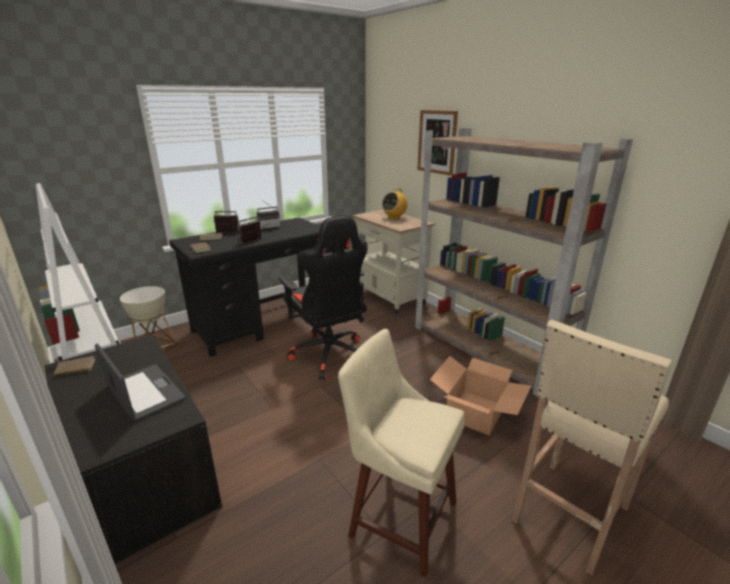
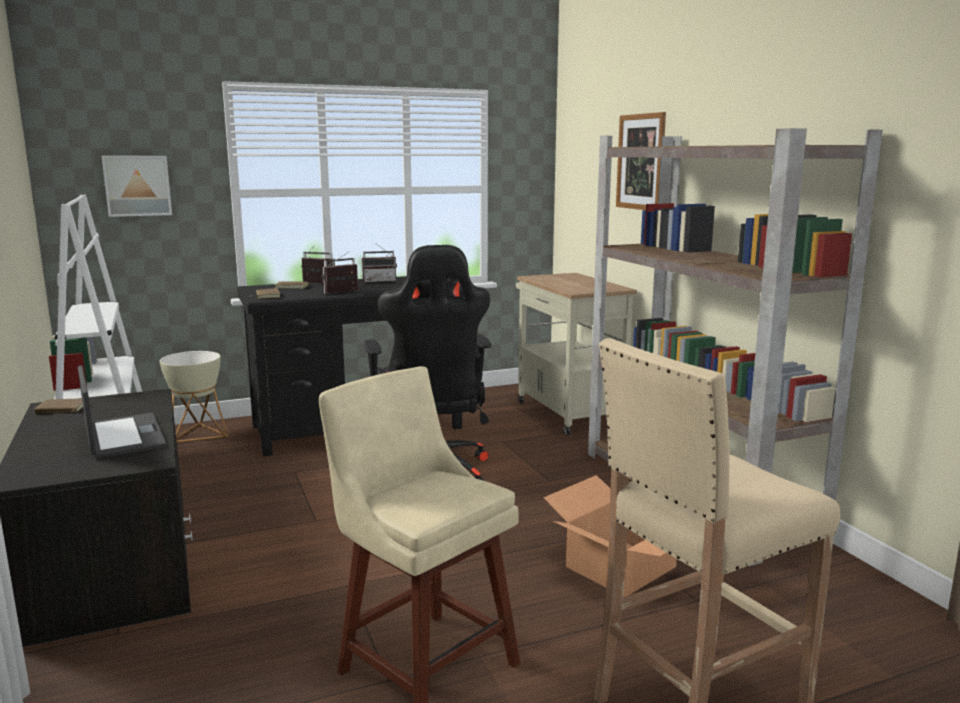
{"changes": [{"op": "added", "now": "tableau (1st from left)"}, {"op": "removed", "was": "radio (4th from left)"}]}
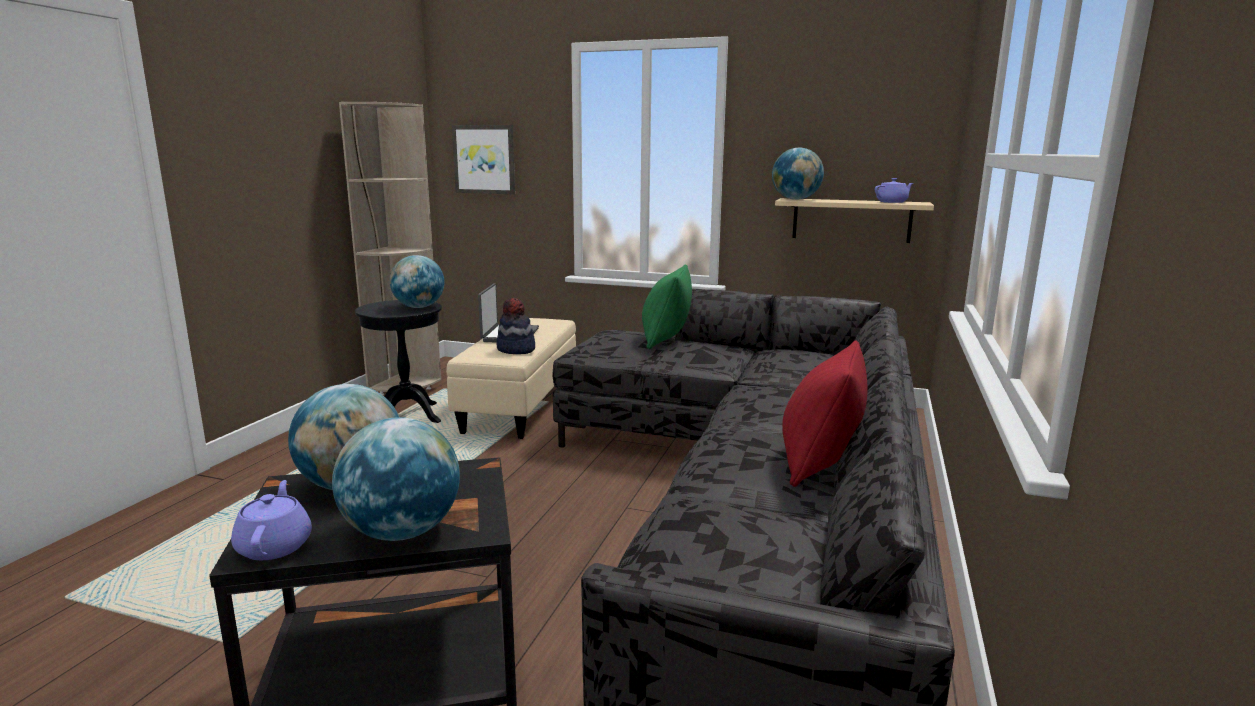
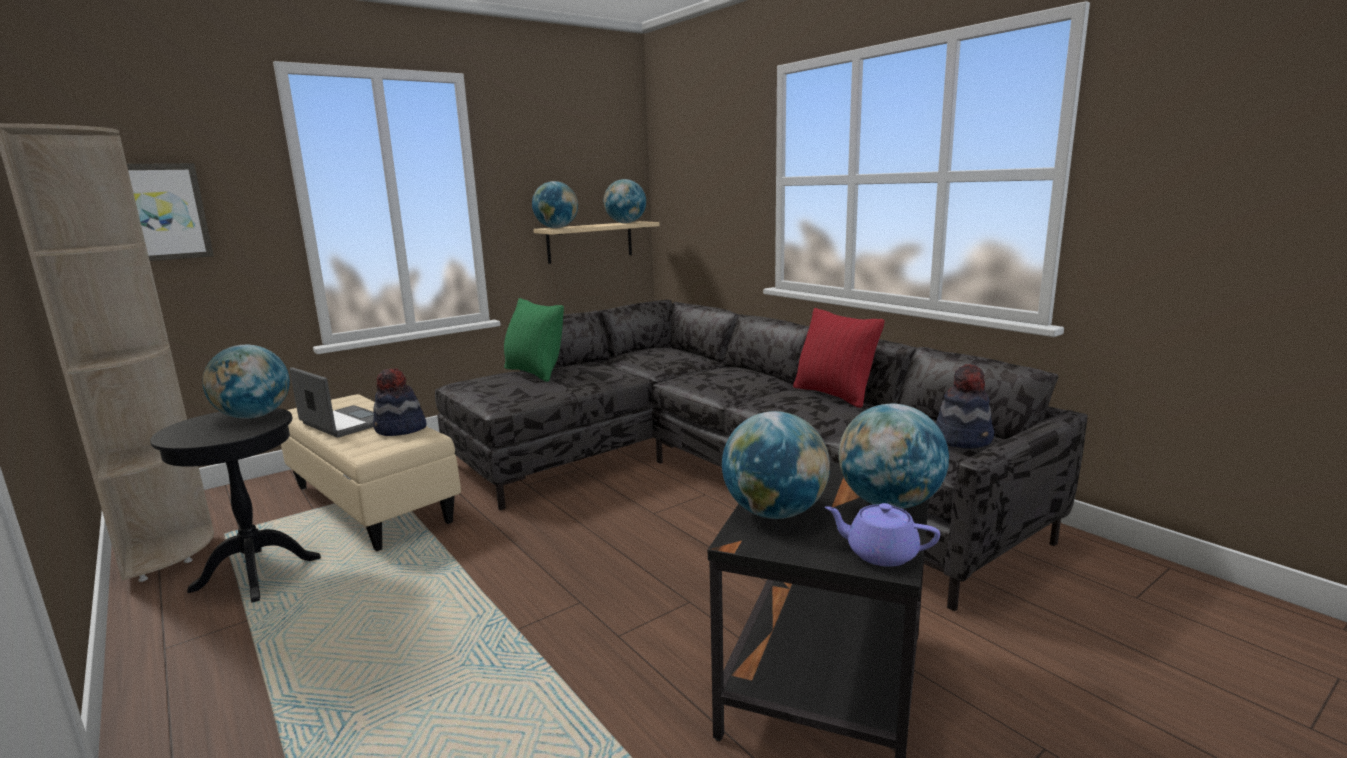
{"changes": [{"op": "replaced", "was": "théière [violet] (2nd from left)", "now": "globe (3rd from left)"}, {"op": "added", "now": "chapeau (2nd from left)"}]}
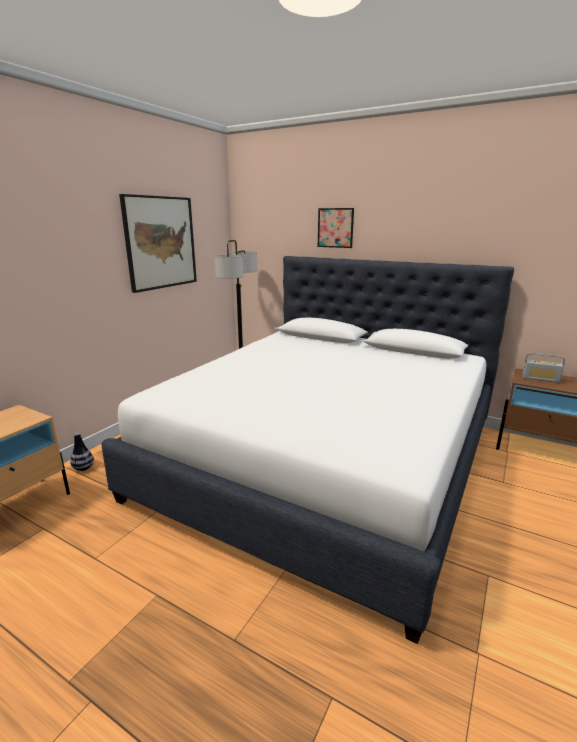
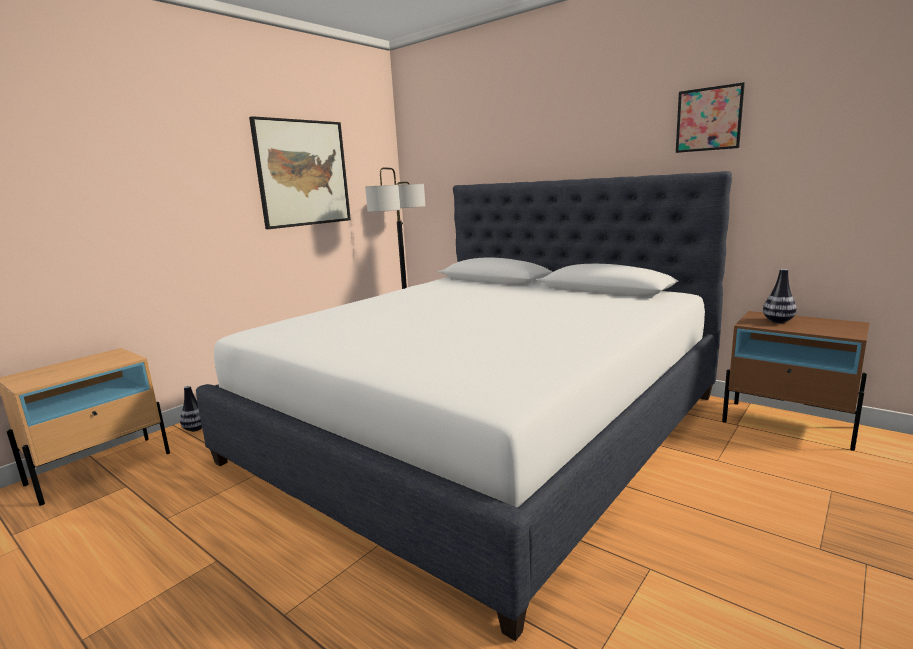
{"changes": [{"op": "moved", "was": "tableau (2nd from left)"}, {"op": "replaced", "was": "radio", "now": "vase (2nd from left)"}]}
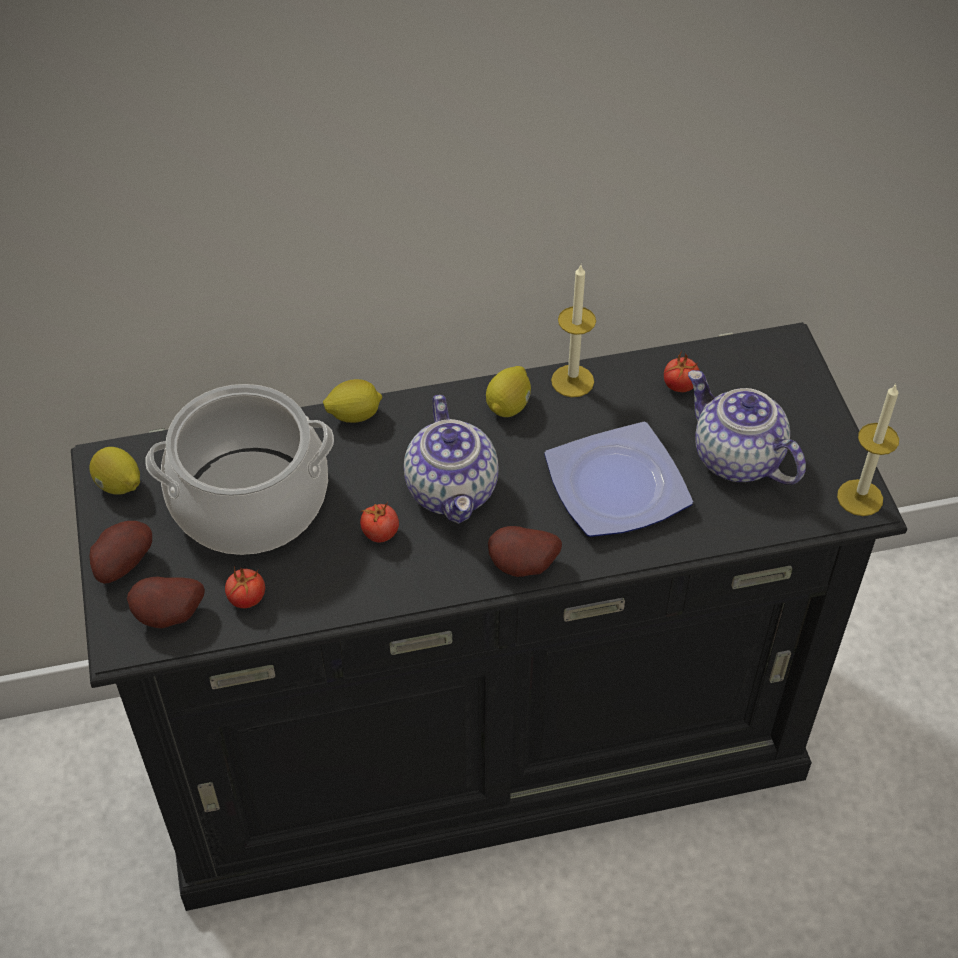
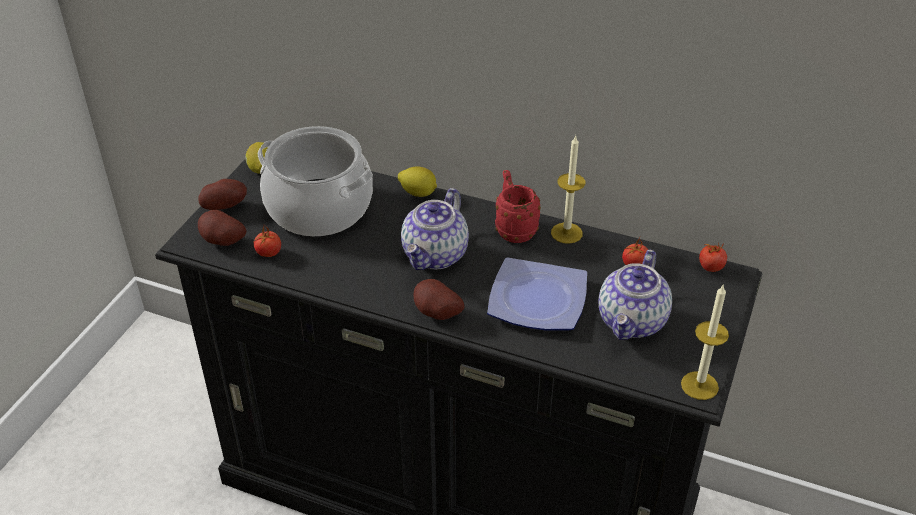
{"changes": [{"op": "replaced", "was": "citron (3rd from left)", "now": "mug [rouge]"}, {"op": "turned", "was": "théière (2nd from left)", "clockwise": -150}, {"op": "moved", "was": "tomate (2nd from left in the first image)", "now": "tomate (3rd from left)"}]}
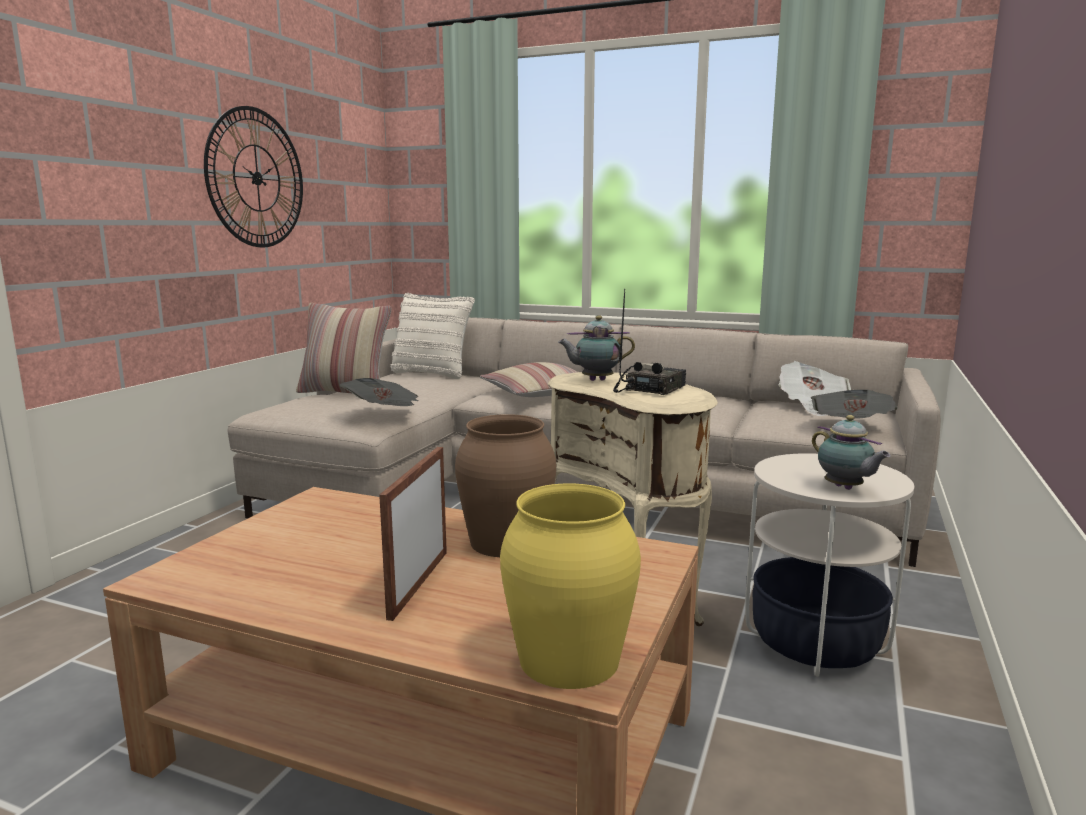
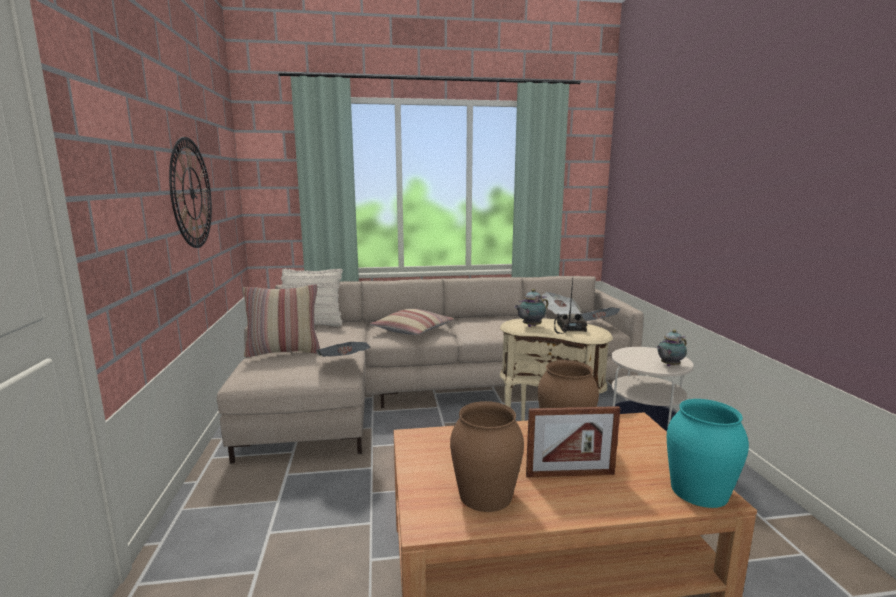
{"changes": [{"op": "added", "now": "vase [marron] (1st from left)"}, {"op": "turned", "was": "cadre photo", "clockwise": -75}, {"op": "turned", "was": "théière (2nd from left)", "clockwise": 120}, {"op": "recoloured", "was": "vase [jaune]", "now": "vase [turquoise]"}]}
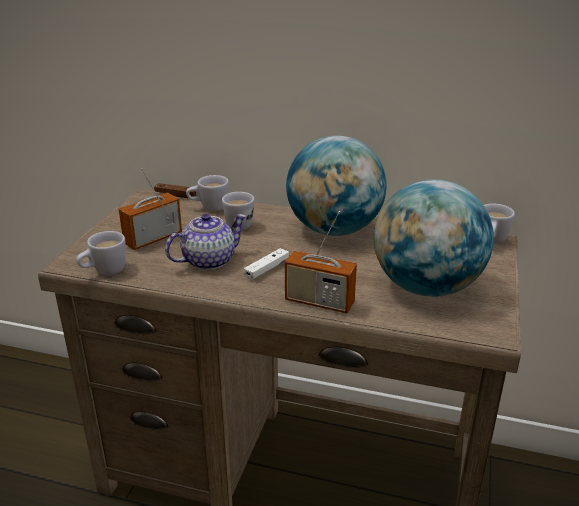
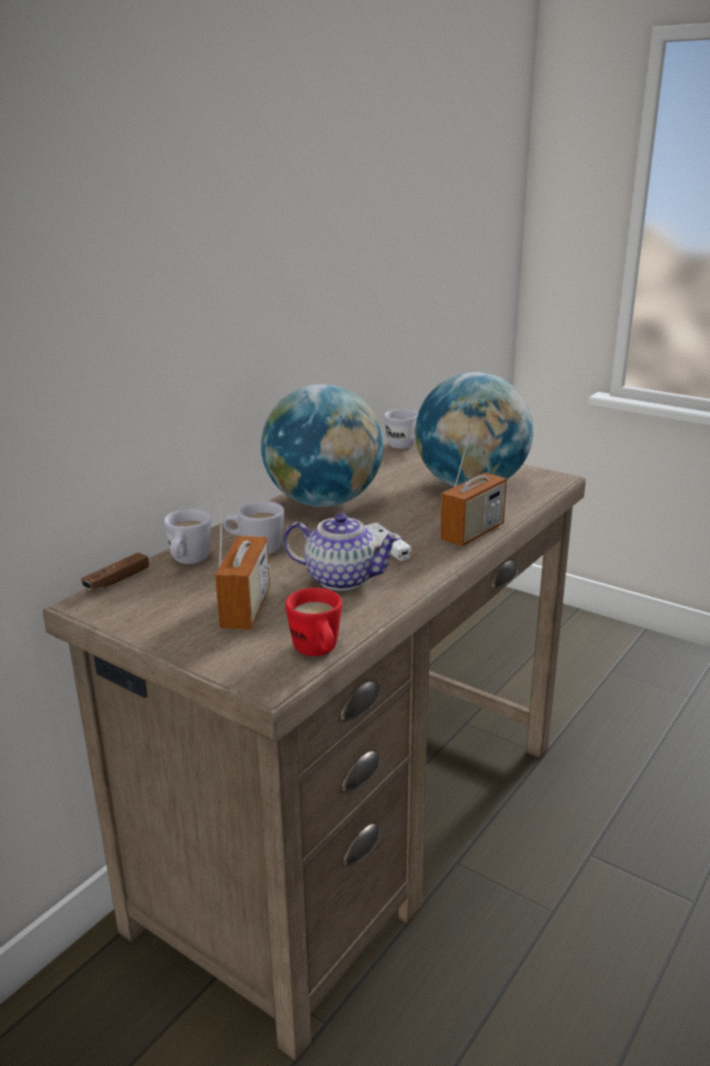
{"changes": [{"op": "turned", "was": "radio (1st from left)", "clockwise": -150}, {"op": "turned", "was": "théière", "clockwise": 120}, {"op": "recoloured", "was": "mug [blanc] (1st from left)", "now": "mug [rouge]"}]}
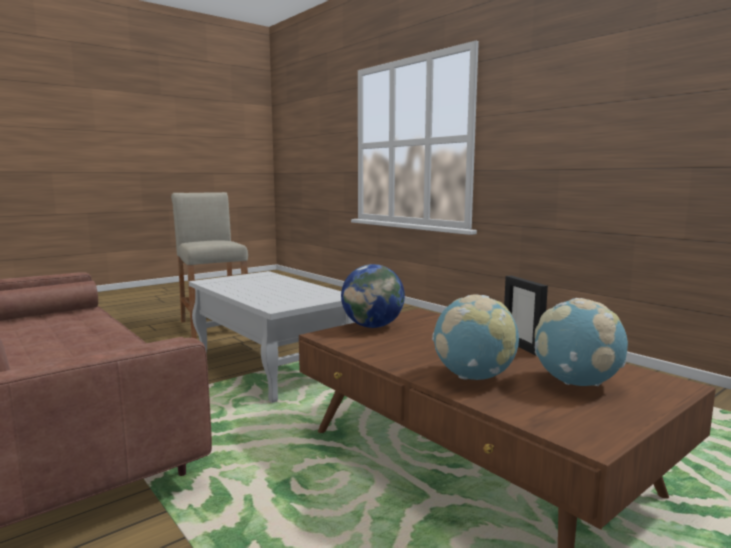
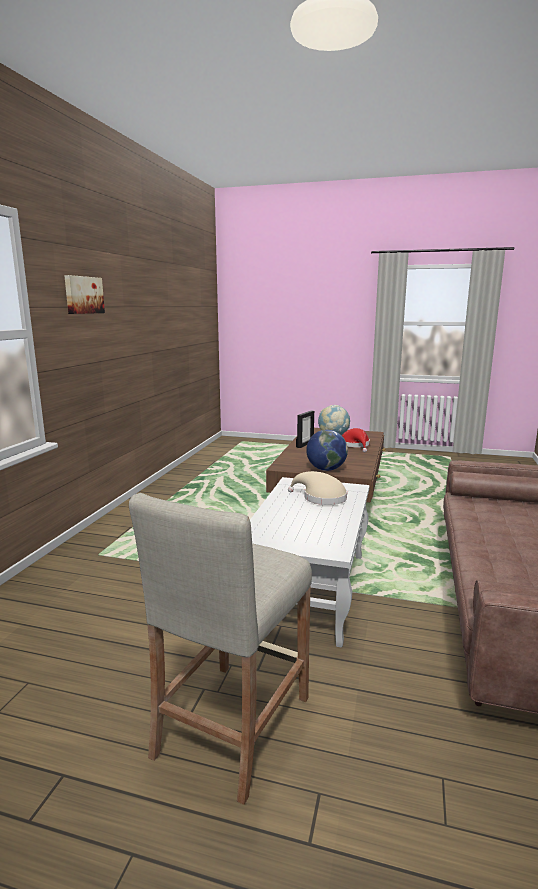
{"changes": [{"op": "added", "now": "tableau"}, {"op": "added", "now": "chapeau [beige]"}, {"op": "replaced", "was": "globe (2nd from left)", "now": "chapeau [rouge]"}]}
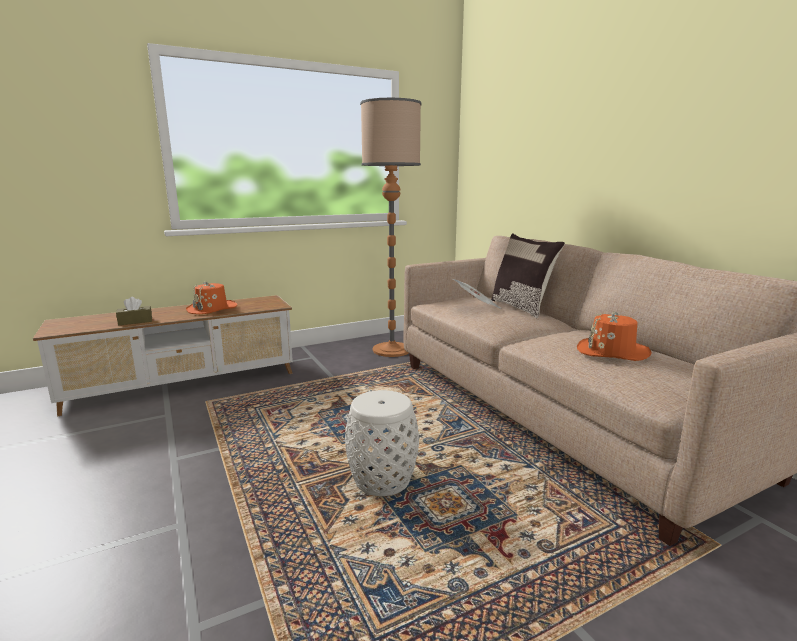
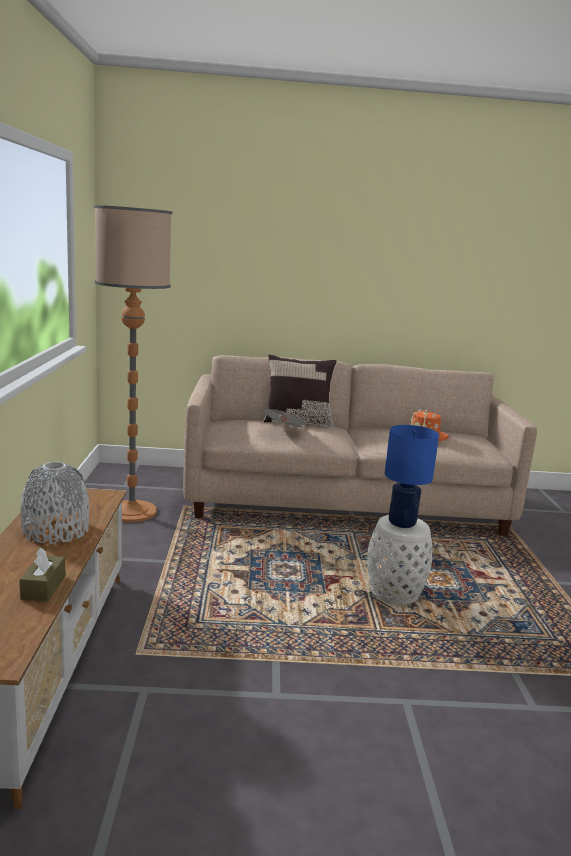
{"changes": [{"op": "replaced", "was": "chapeau [orange] (1st from left)", "now": "vase [gris]"}, {"op": "added", "now": "lampe de table [bleu]"}]}
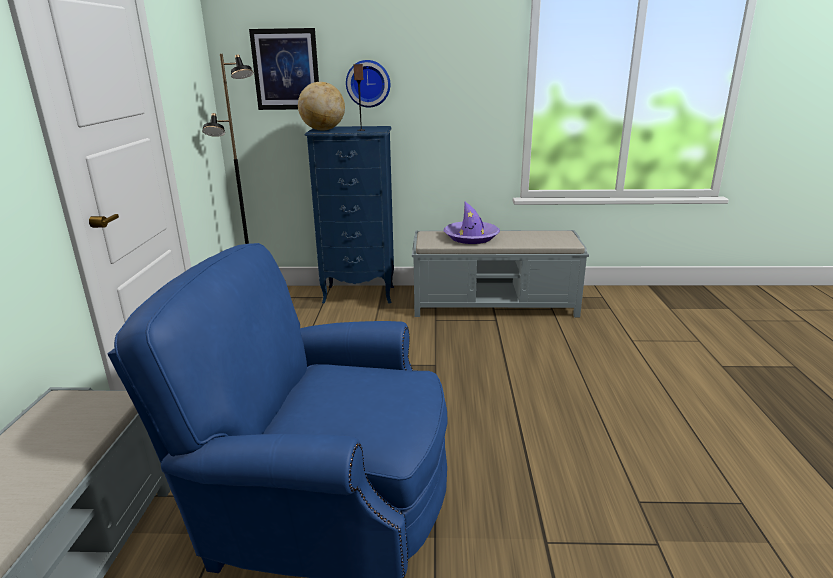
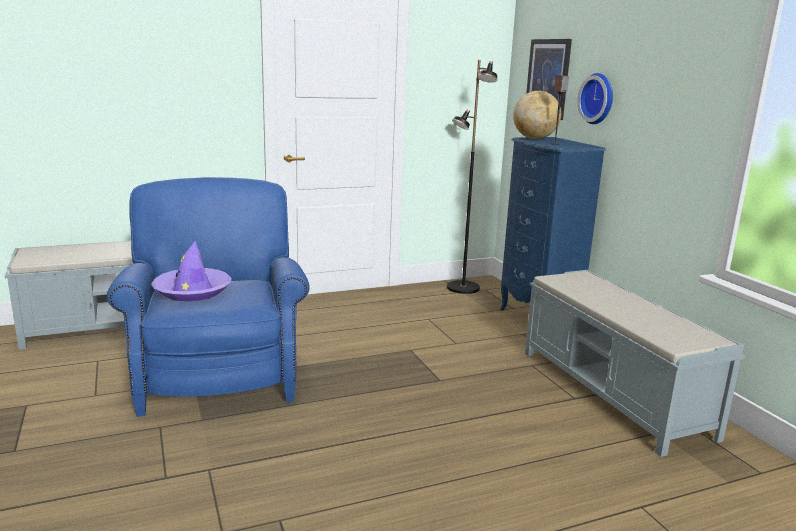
{"changes": [{"op": "moved", "was": "chapeau [violet]"}]}
